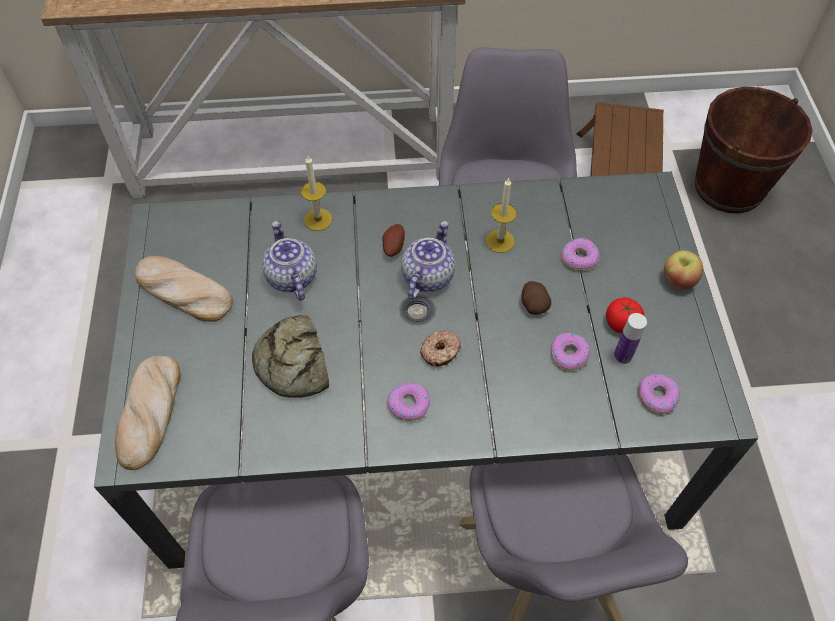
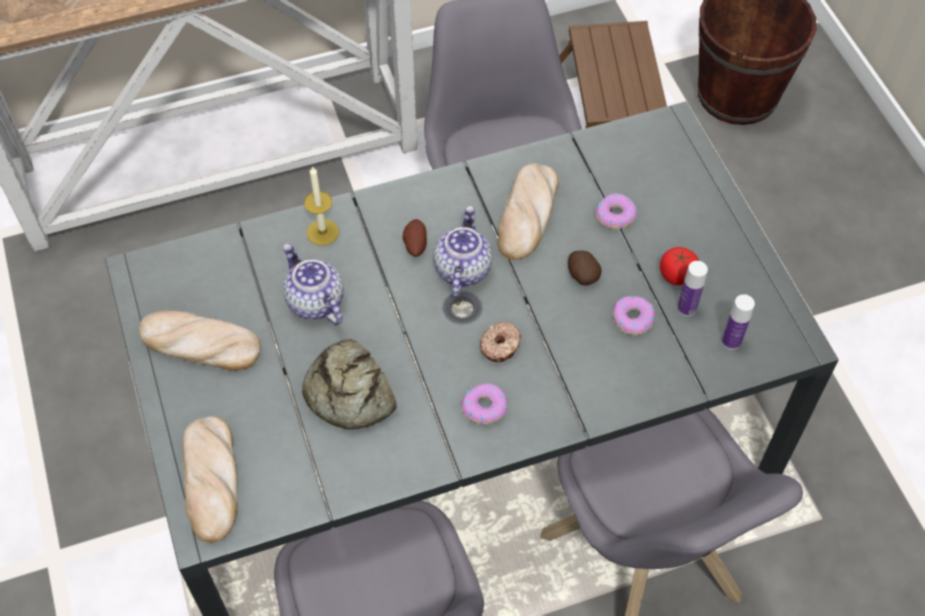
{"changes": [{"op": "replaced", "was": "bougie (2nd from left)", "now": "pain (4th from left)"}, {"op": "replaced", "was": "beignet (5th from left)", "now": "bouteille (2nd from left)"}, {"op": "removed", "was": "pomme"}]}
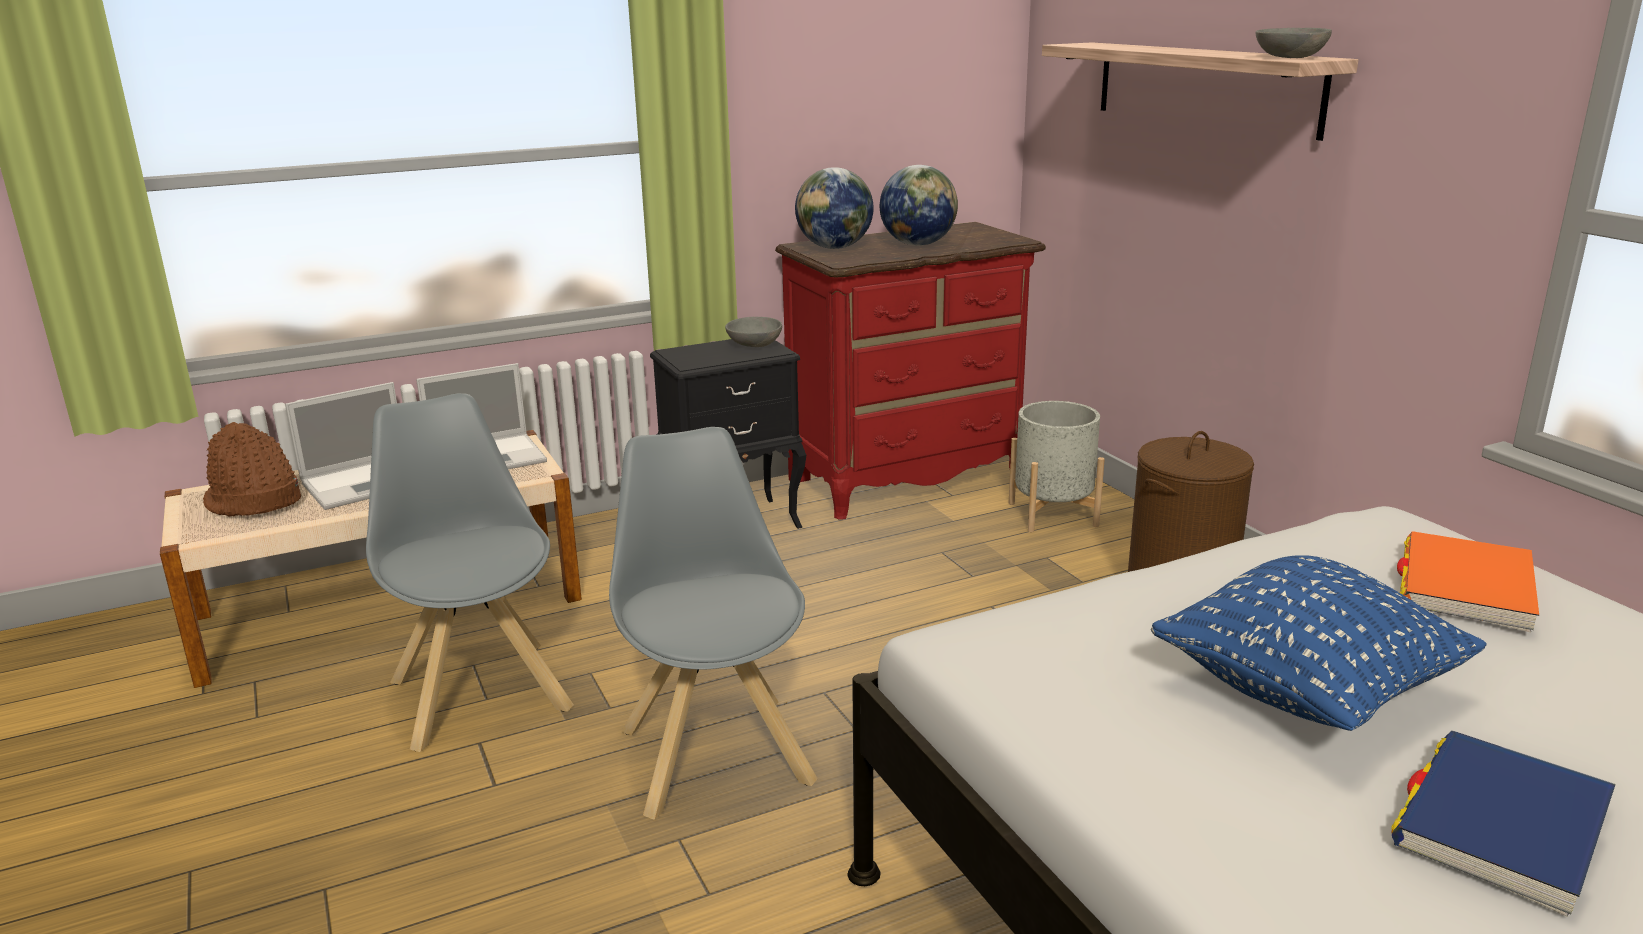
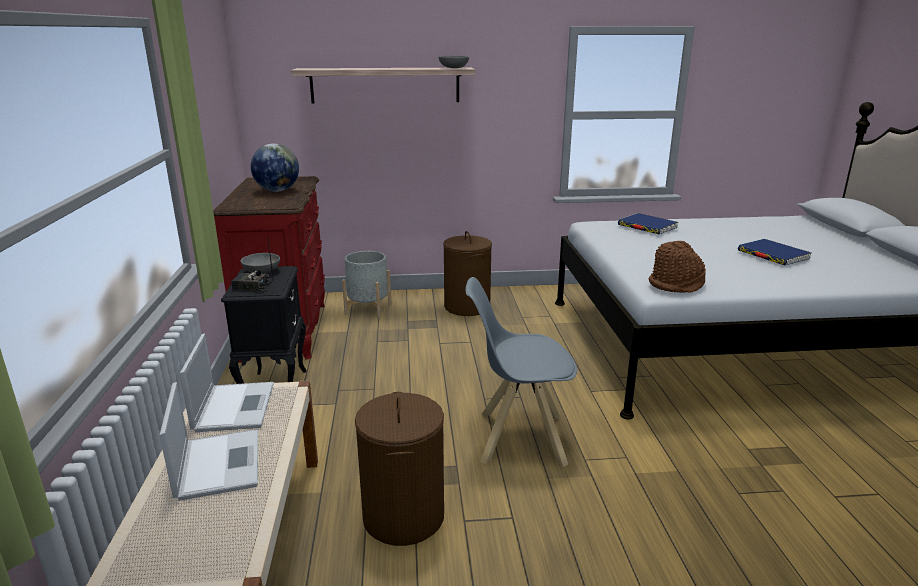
{"changes": [{"op": "added", "now": "radio"}, {"op": "replaced", "was": "chaise [gris] (1st from left)", "now": "panier à linge [marron] (1st from left)"}, {"op": "recoloured", "was": "livre [orange]", "now": "livre [bleu] (1st from left)"}, {"op": "moved", "was": "chapeau [marron]"}, {"op": "removed", "was": "globe (1st from left)"}, {"op": "removed", "was": "coussin [bleu]"}]}
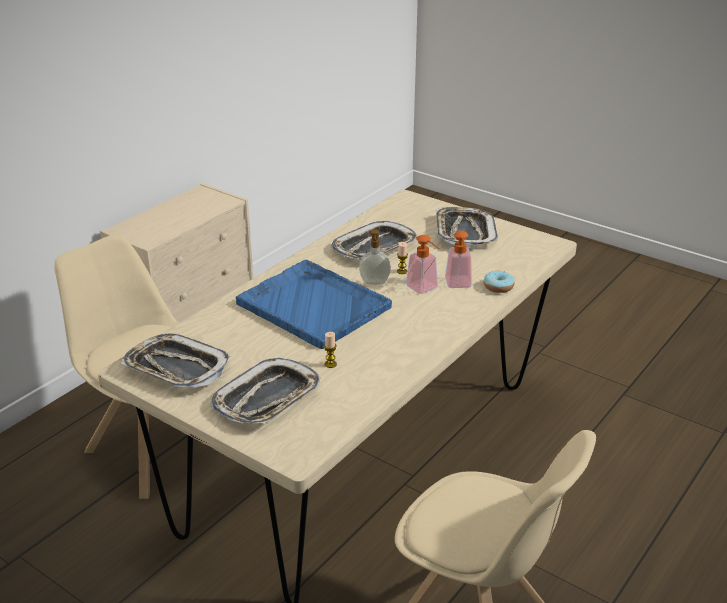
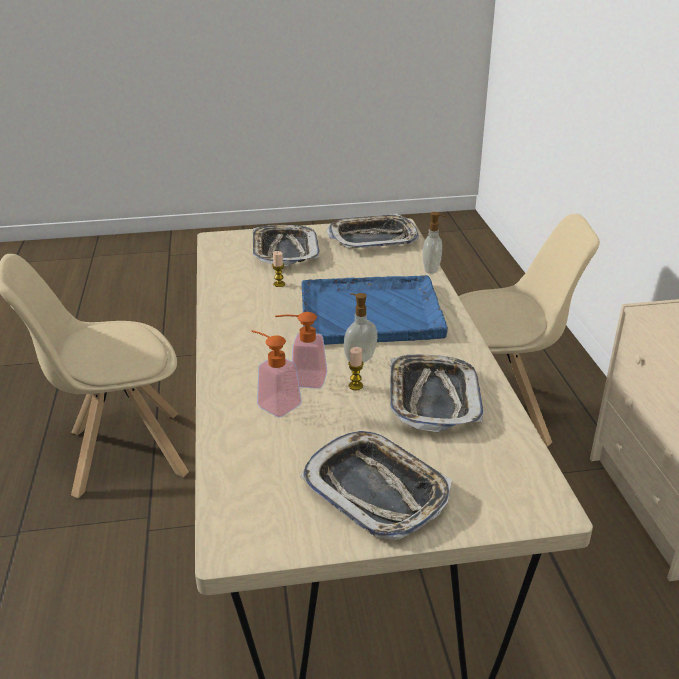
{"changes": [{"op": "added", "now": "distributeur de savon (4th from left)"}, {"op": "removed", "was": "beignet"}]}
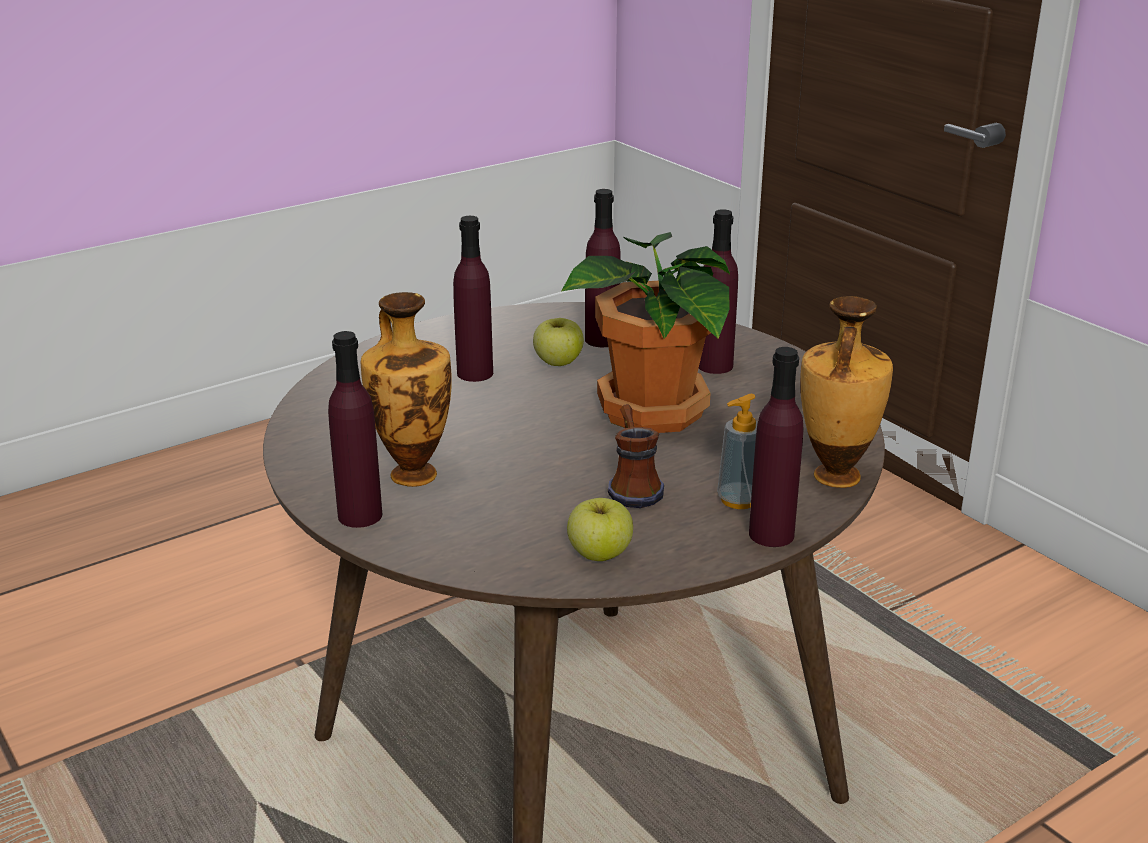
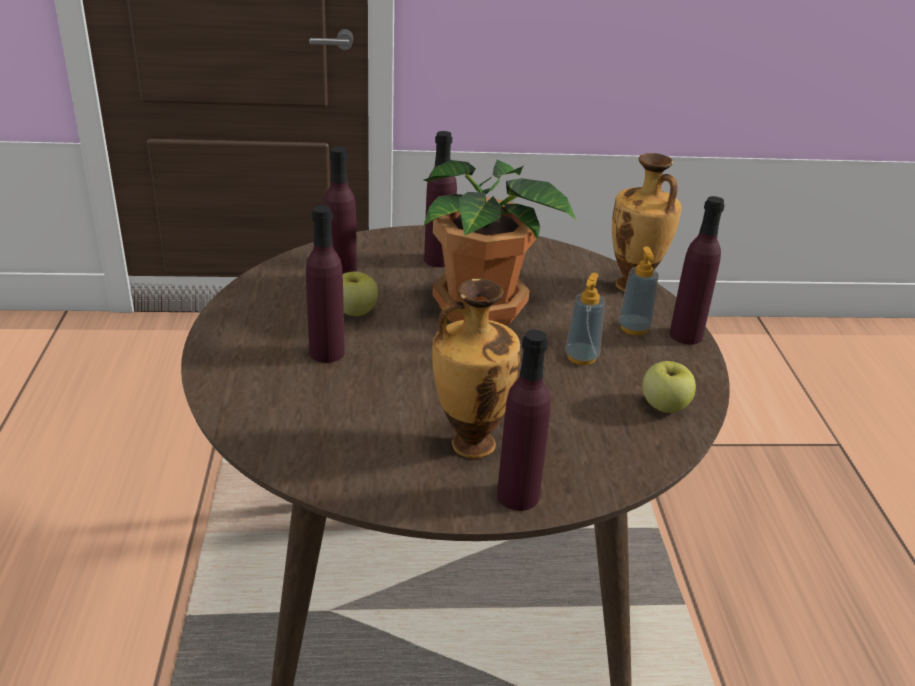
{"changes": [{"op": "replaced", "was": "mug", "now": "distributeur de savon (1st from left)"}]}
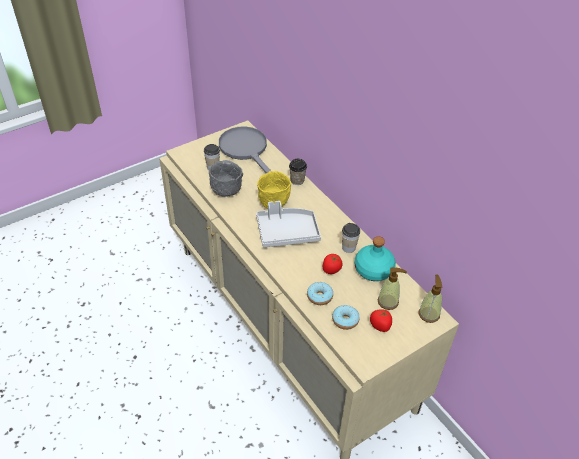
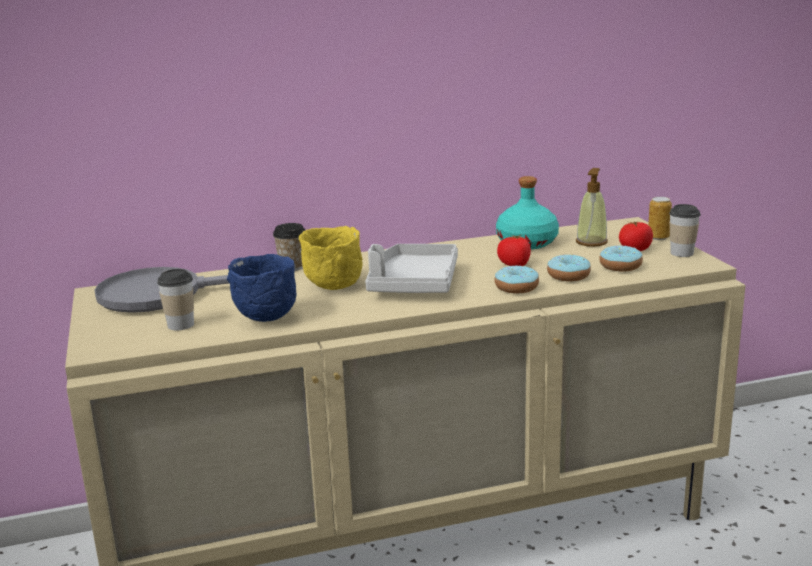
{"changes": [{"op": "recoloured", "was": "bol [gris]", "now": "bol [bleu]"}, {"op": "added", "now": "beignet (1st from left)"}, {"op": "added", "now": "boîte métallique"}, {"op": "moved", "was": "tasse (3rd from left)"}, {"op": "removed", "was": "distributeur de savon (2nd from left)"}]}
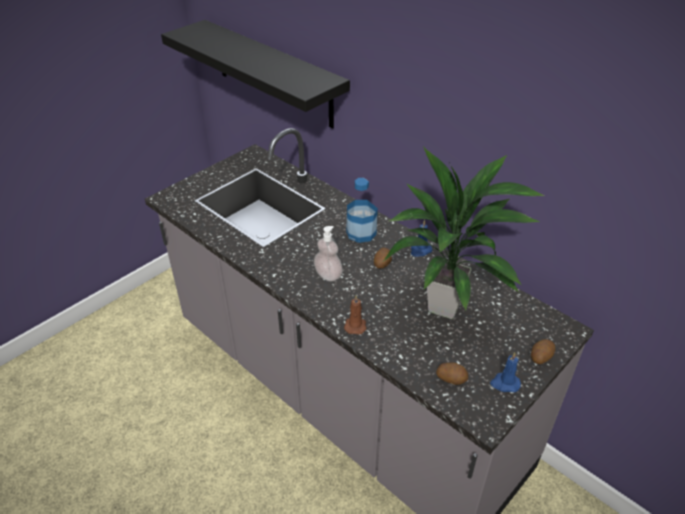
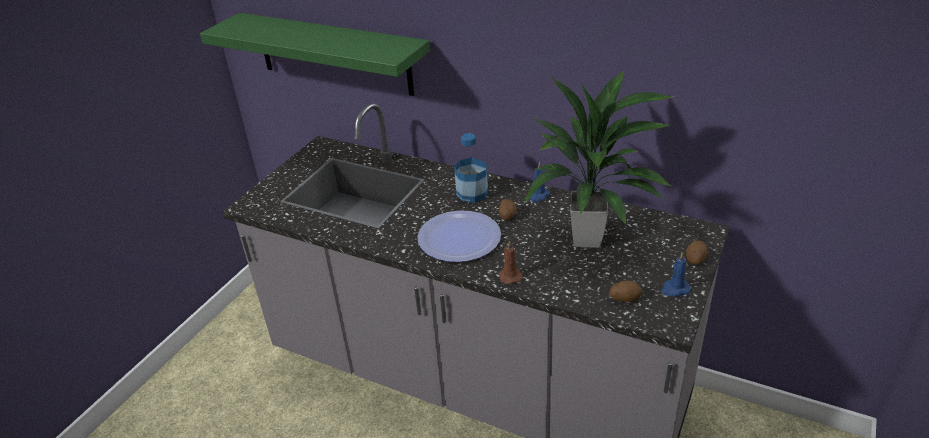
{"changes": [{"op": "recoloured", "was": "étagère [noir]", "now": "étagère [vert]"}, {"op": "replaced", "was": "distributeur de savon", "now": "assiette"}]}
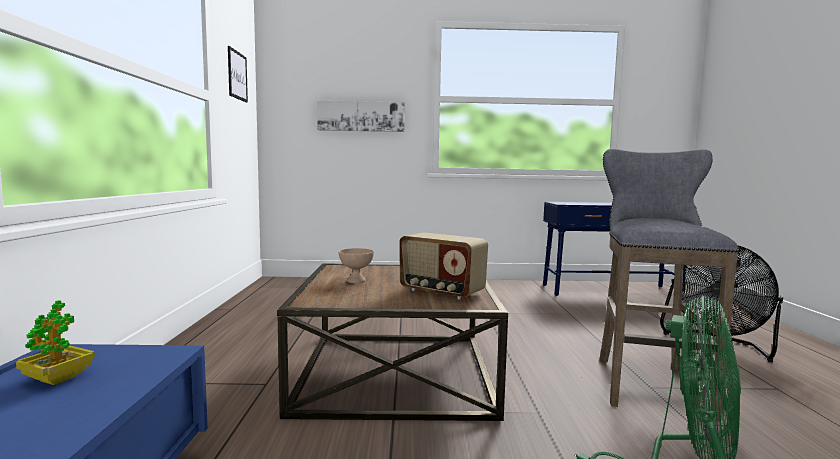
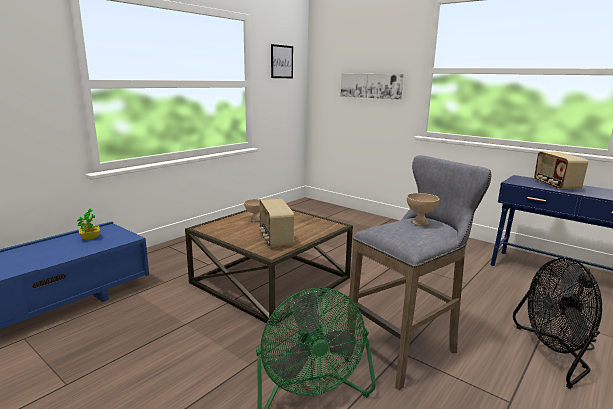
{"changes": [{"op": "added", "now": "bol [beige] (2nd from left)"}, {"op": "added", "now": "radio (2nd from left)"}]}
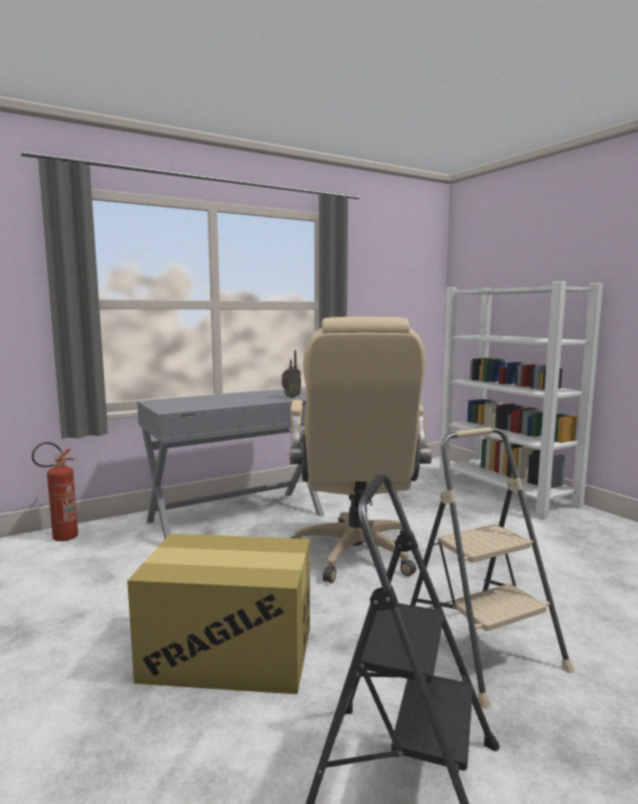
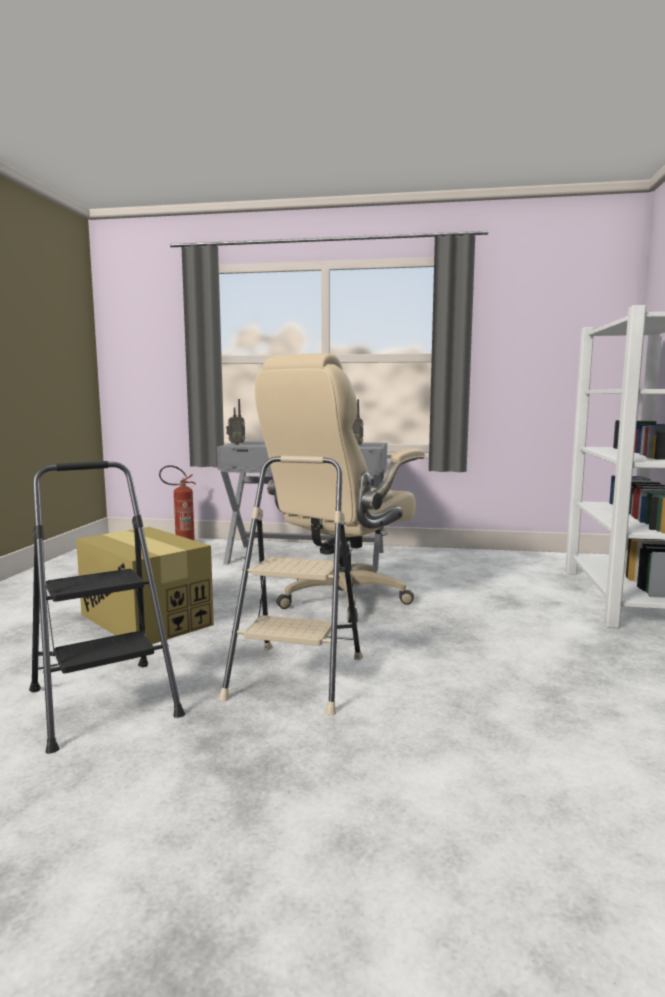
{"changes": [{"op": "added", "now": "radio (1st from left)"}]}
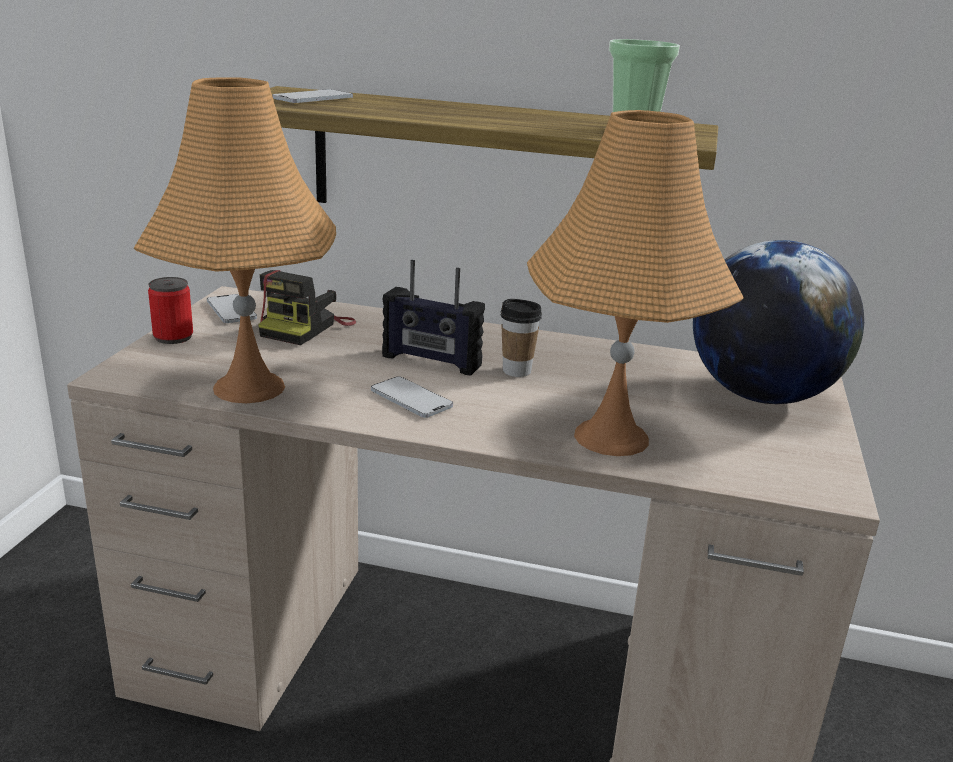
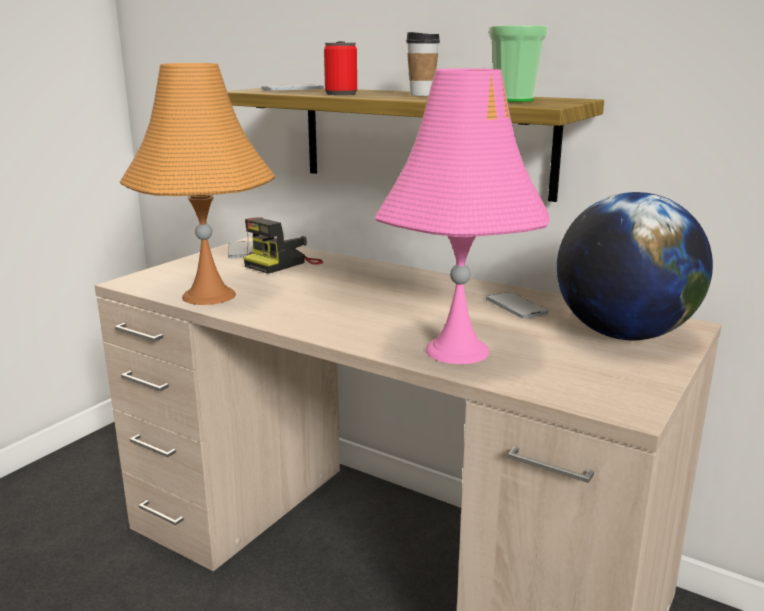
{"changes": [{"op": "moved", "was": "boîte métallique"}, {"op": "recoloured", "was": "lampe de table [orange] (2nd from left)", "now": "lampe de table [rose]"}, {"op": "moved", "was": "tasse (1st from left)"}, {"op": "moved", "was": "téléphone (3rd from left)"}, {"op": "removed", "was": "radio"}]}
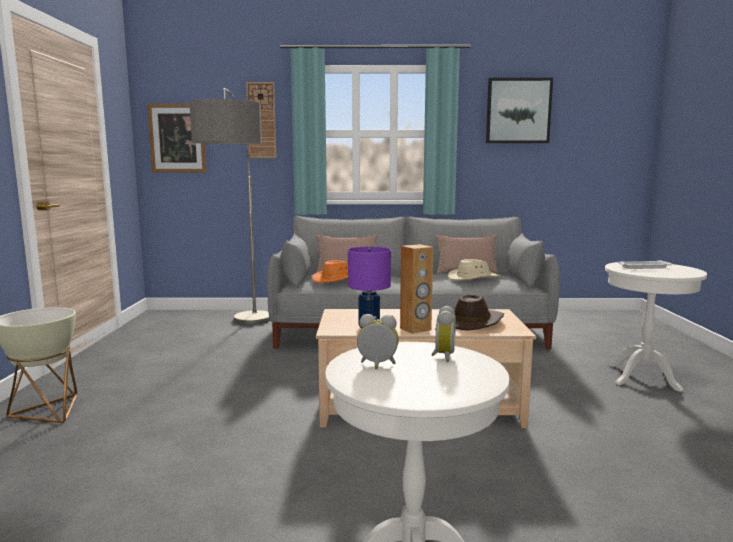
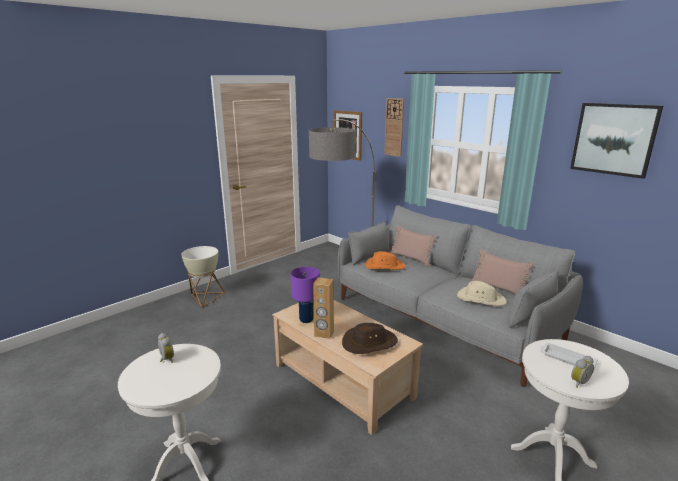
{"changes": [{"op": "moved", "was": "réveil (2nd from left)"}]}
